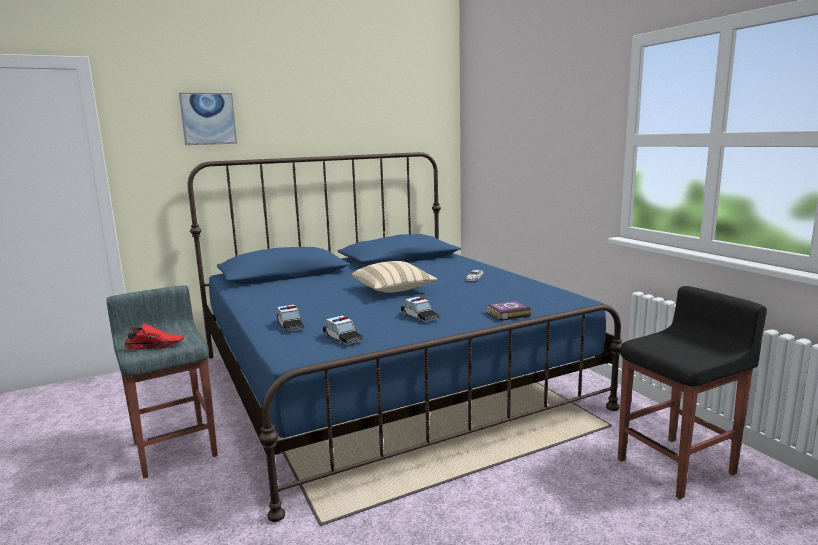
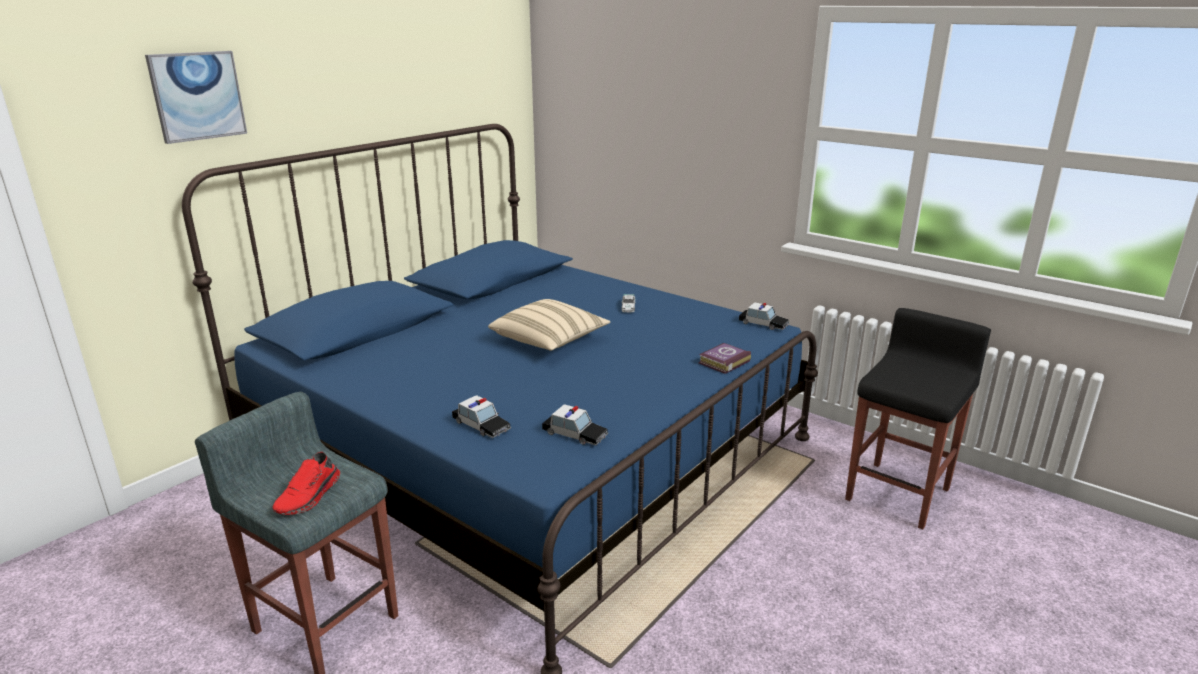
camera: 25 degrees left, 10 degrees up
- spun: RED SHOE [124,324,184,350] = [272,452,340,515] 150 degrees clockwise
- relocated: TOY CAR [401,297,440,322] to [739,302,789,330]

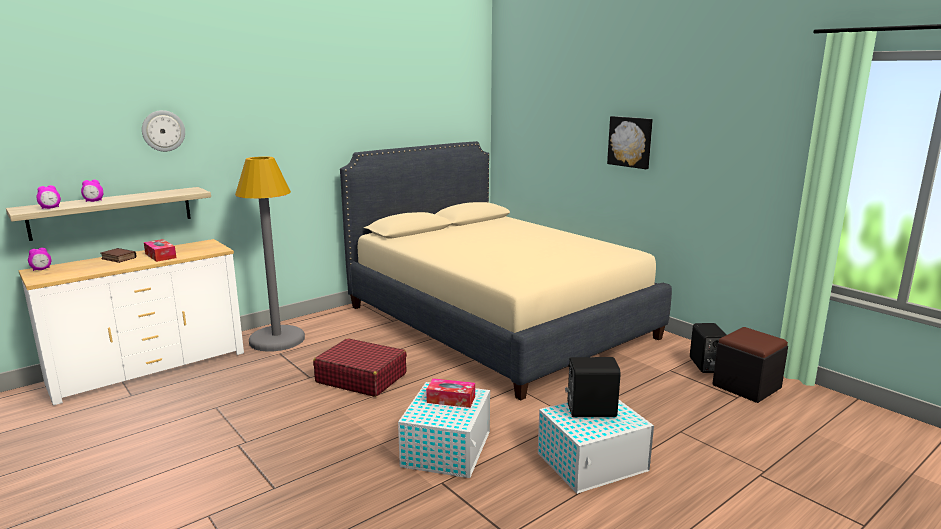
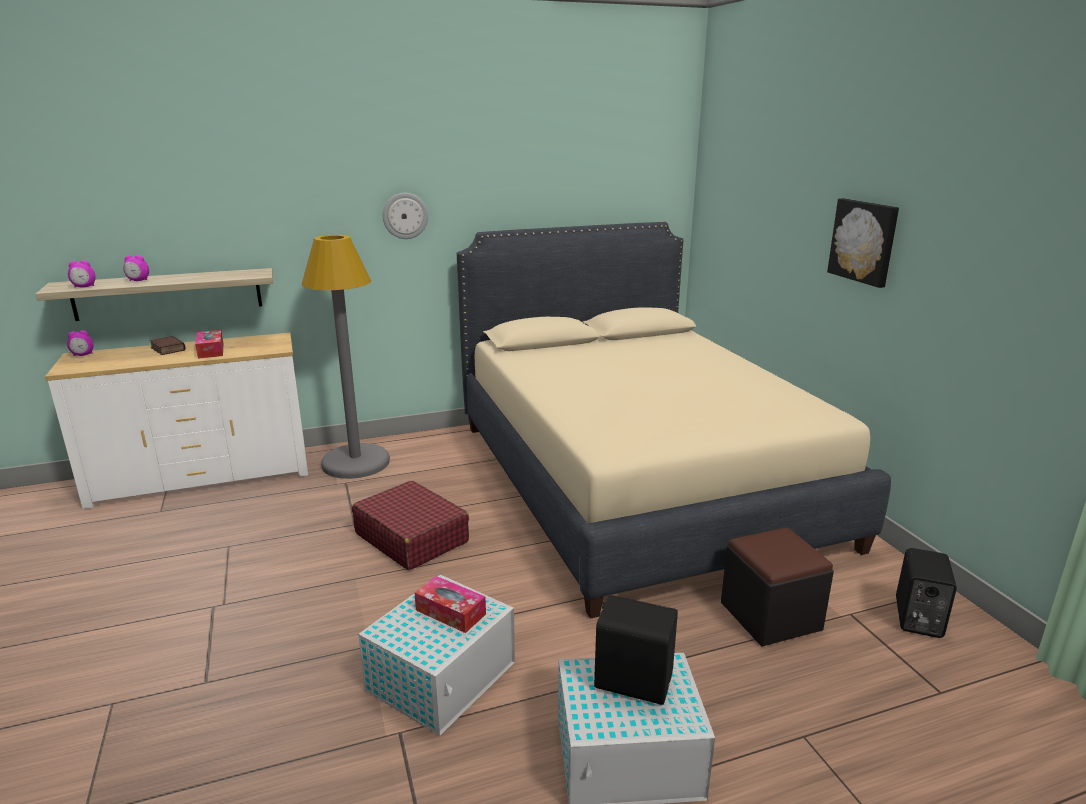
camera: 20 degrees right, 5 degrees up
- relocated: HANGING CLOCK [142,110,185,152] to [383,193,428,239]
- relocated: BLACK OTTOMAN [712,327,788,403] to [721,527,834,647]

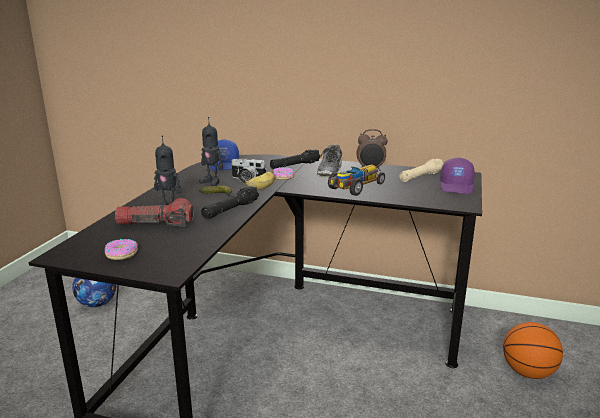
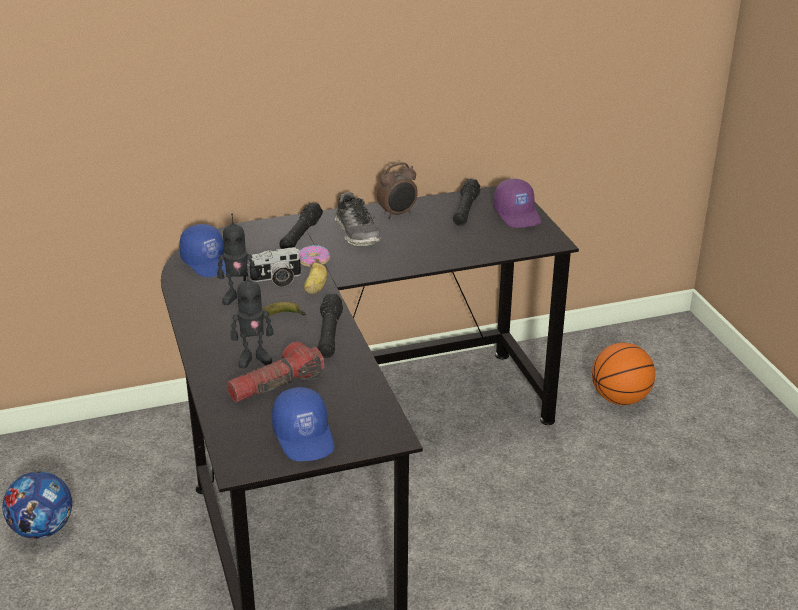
camera: 35 degrees left, 10 degrees up
- exchanged: DOUGHNUT [105,239,138,260] to BLUE-COLOURED PEAKED CAP [272,387,334,461]
- colour: BEIGE HAND TORCH [400,159,443,182] to BLACK HAND TORCH [453,179,480,226]
- missing: TOY CAR [328,165,385,196]

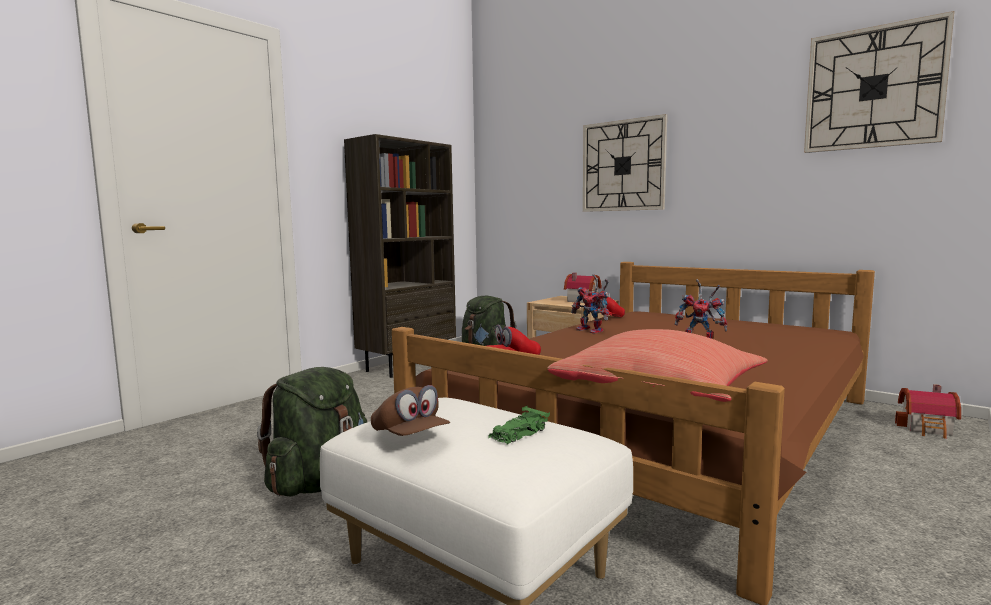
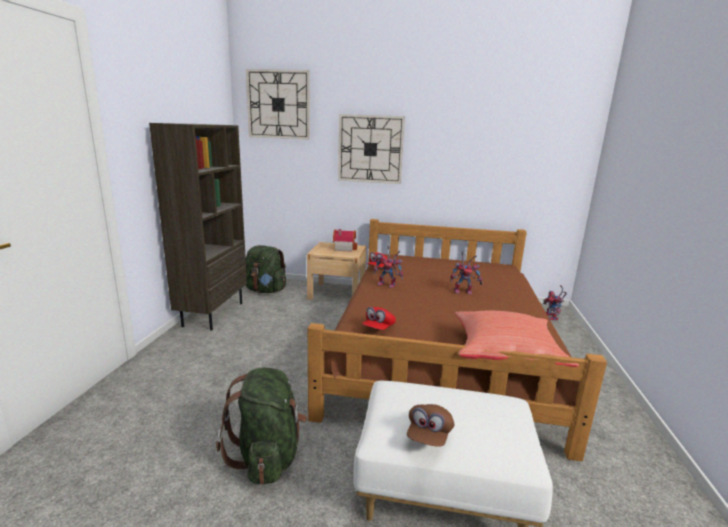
camera: 30 degrees left, 10 degrees up
- relocated: HANGING CLOCK [804,11,954,153] to [246,69,310,140]
- spun: BROWN PEAKED CAP [371,385,450,436] = [407,404,454,447] 90 degrees clockwise
- exchanged: TOY HOUSE [895,384,961,439] to TOY ROBOT [543,285,567,320]
- missing: GREEN-COLOURED TOY CAR [488,406,550,444]

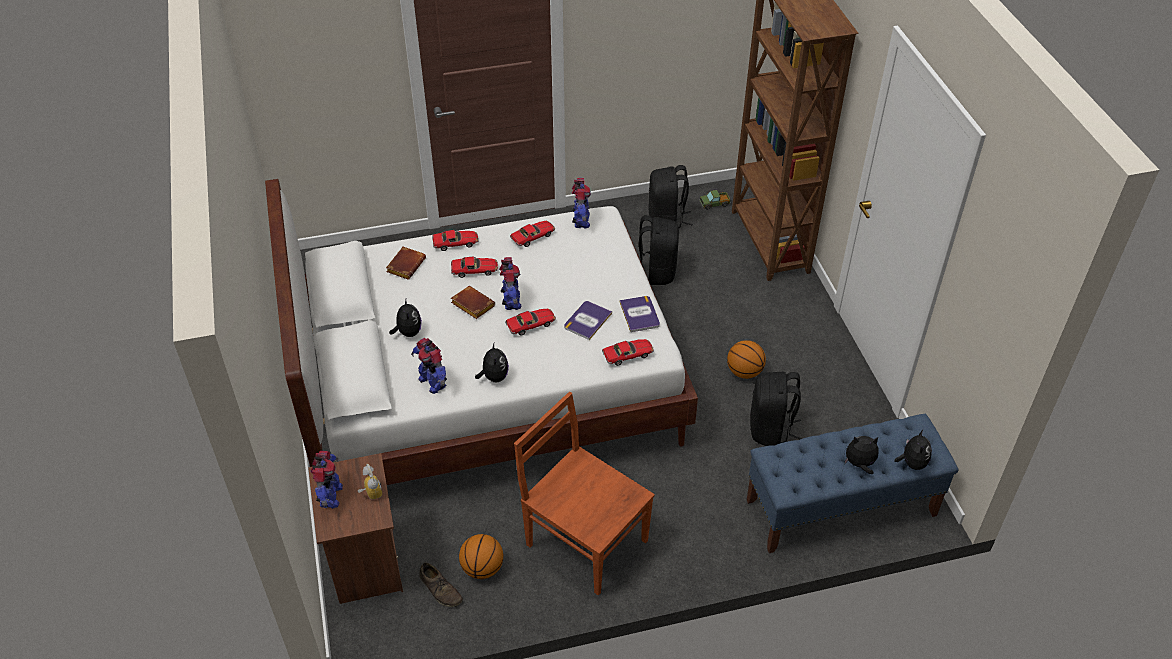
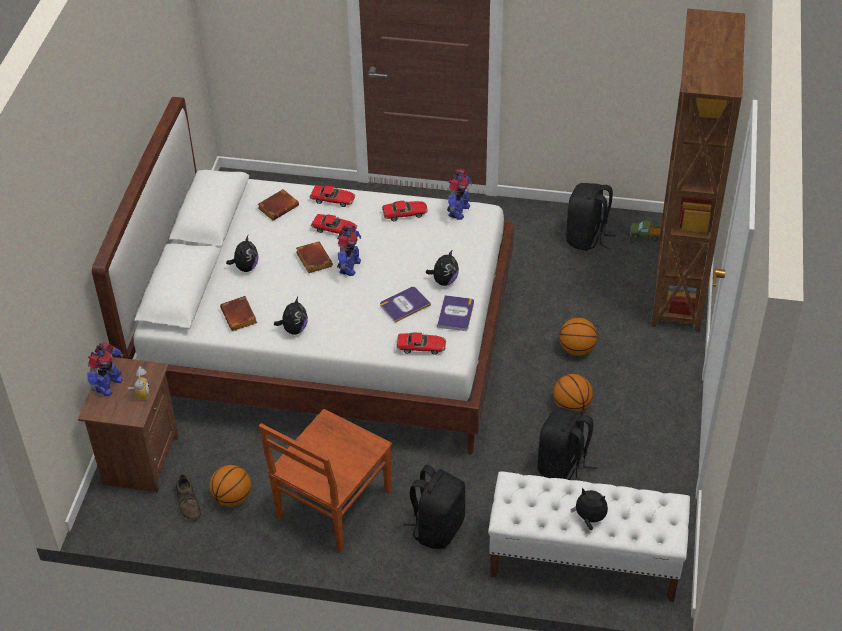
camera: 25 degrees right, 0 degrees up
- exchanged: TOY ROBOT [411,338,447,394] to BROWN BOUND BOOK [220,296,257,331]
- spun: BROWN PLAIN CHAIR [514,392,655,595] = [259,409,392,552] 120 degrees counterclockwise
- relocated: BLACK BACKPACK [639,215,679,285] to [403,465,465,549]
- relocated: CUDDLY TOY [894,430,932,470] to [426,249,459,286]
- colour: BLUE-COLOURED BENCH [746,414,959,553] to WHITE-COLOURED BENCH [488,471,690,602]
- appeared: BASKETBALL [559,318,598,356]
- missing: TOY CAR [505,309,556,335]

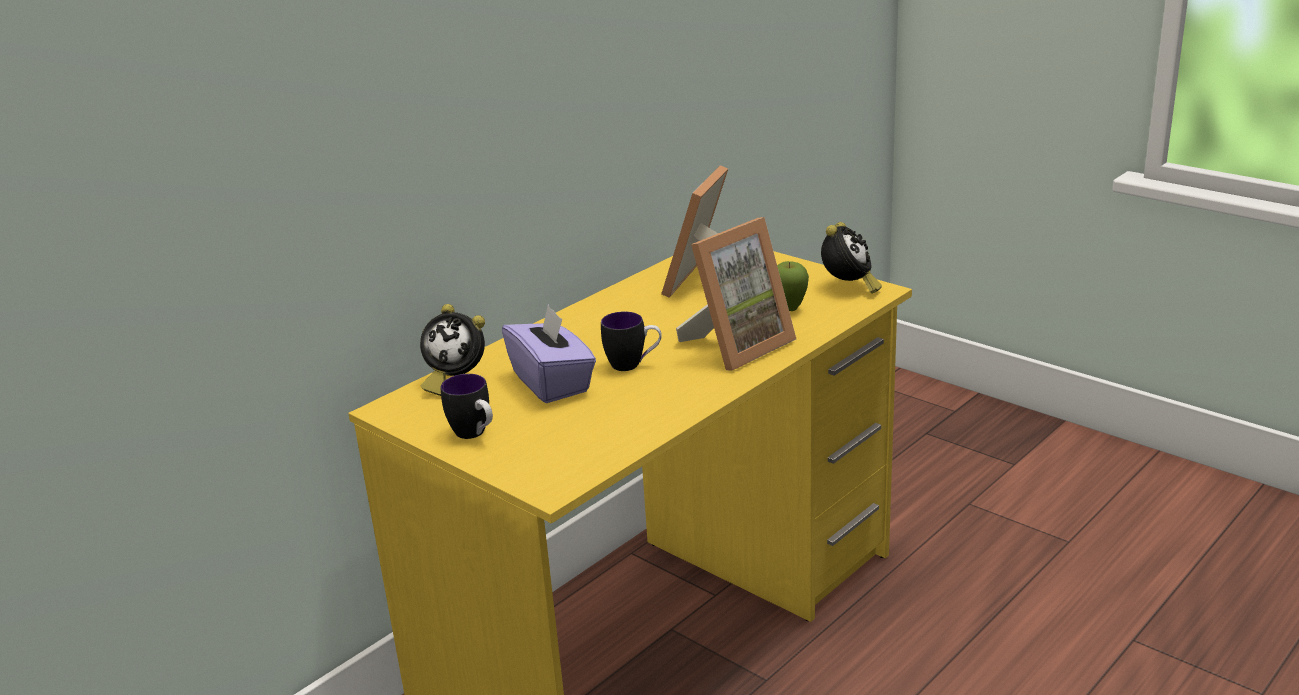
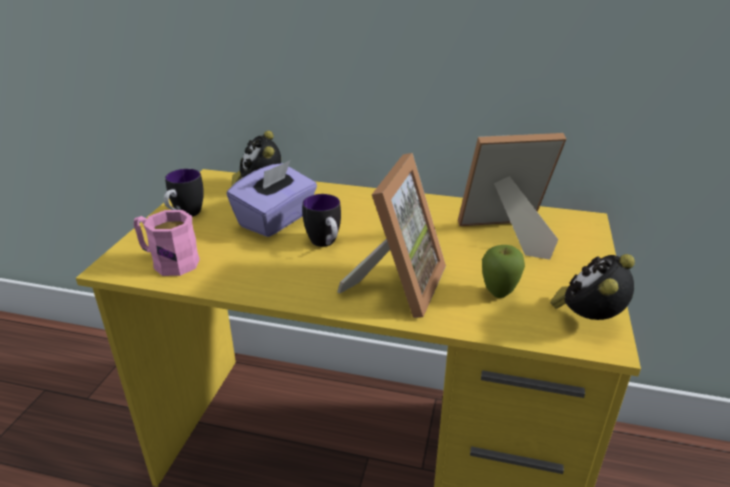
camera: 60 degrees right, 5 degrees up
- appeared: PINK MUG [134,210,200,276]
- spun: PHOTO FRAME [676,217,796,370] = [337,153,446,318] 90 degrees counterclockwise
- spun: TABLE CLOCK [821,222,882,294] = [550,254,635,320] 135 degrees clockwise

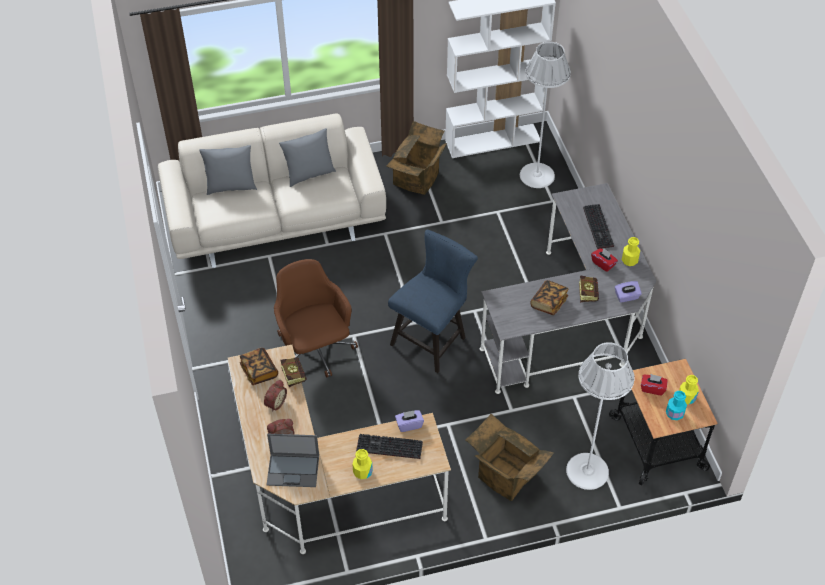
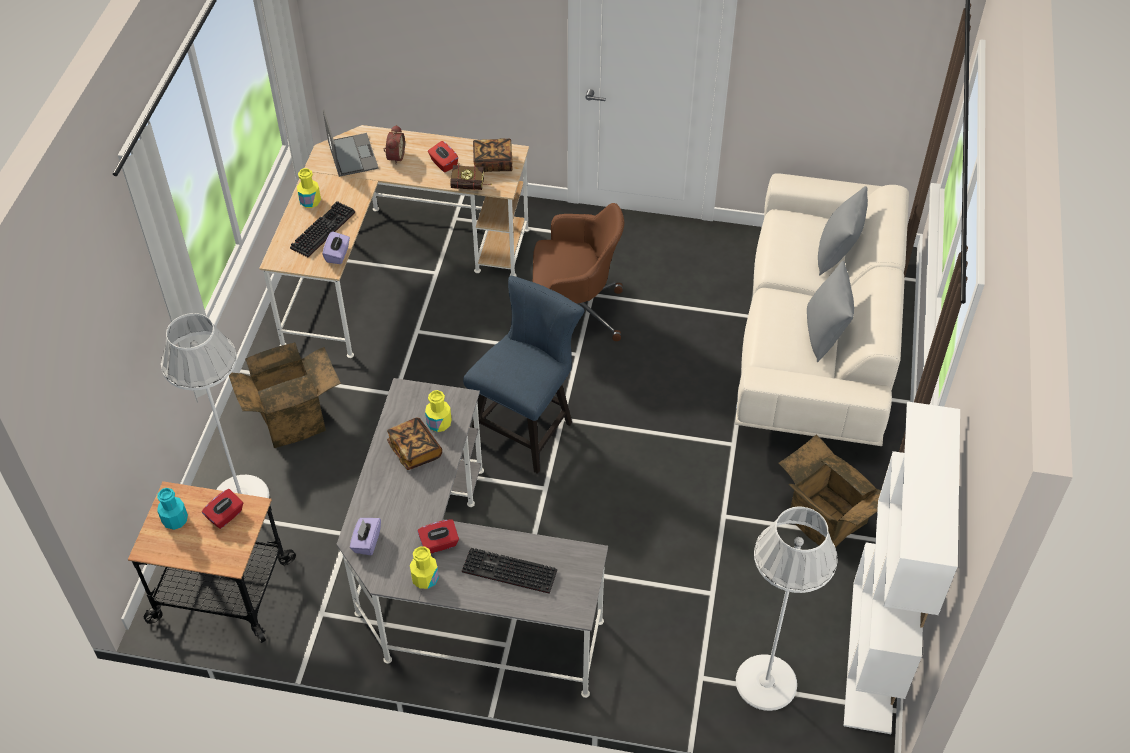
camera: 115 degrees right, 0 degrees up
- spun: NOTEBOOK COMPUTER [266,434,319,487] = [323,110,379,177] 135 degrees clockwise
- relocated: YELLOW BOTTLE [679,375,699,404] to [425,390,452,432]
- exchanged: TABLE CLOCK [264,380,287,412] to RED TISSUE BOX [428,141,458,172]
- spun: BLUE-COLOURED PLAIN CHAIR [388,229,478,373] = [463,276,584,474] 120 degrees counterclockwise
- missing: BOUND BOOK [579,275,599,303]

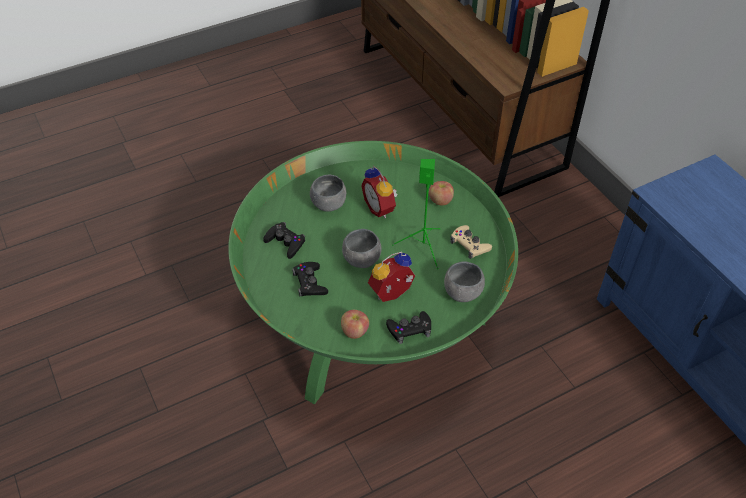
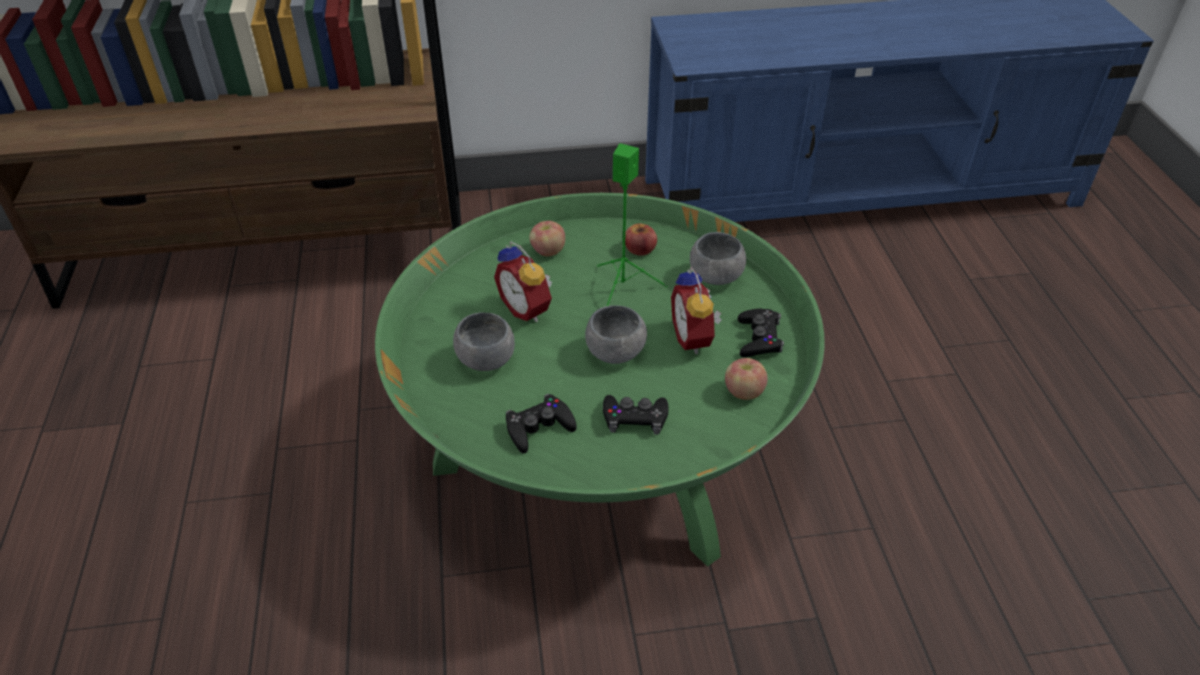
camera: 70 degrees left, 5 degrees down
- spun: TABLE CLOCK [361,166,398,218] = [494,241,552,322] 60 degrees clockwise
- exchanged: BEIGE JOYPAD [450,225,492,259] to APPLE FRUIT [625,224,657,256]

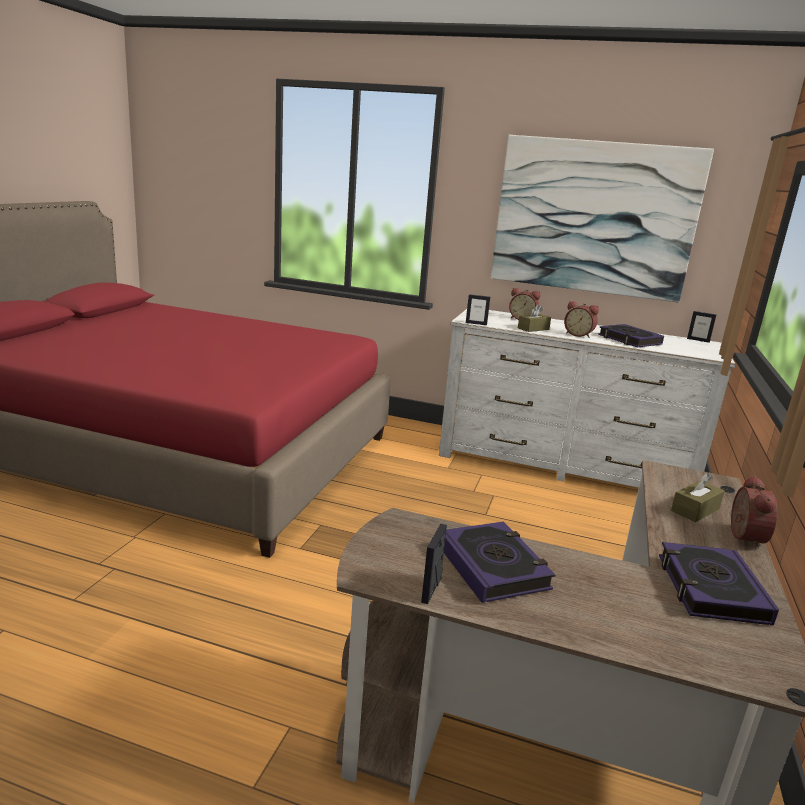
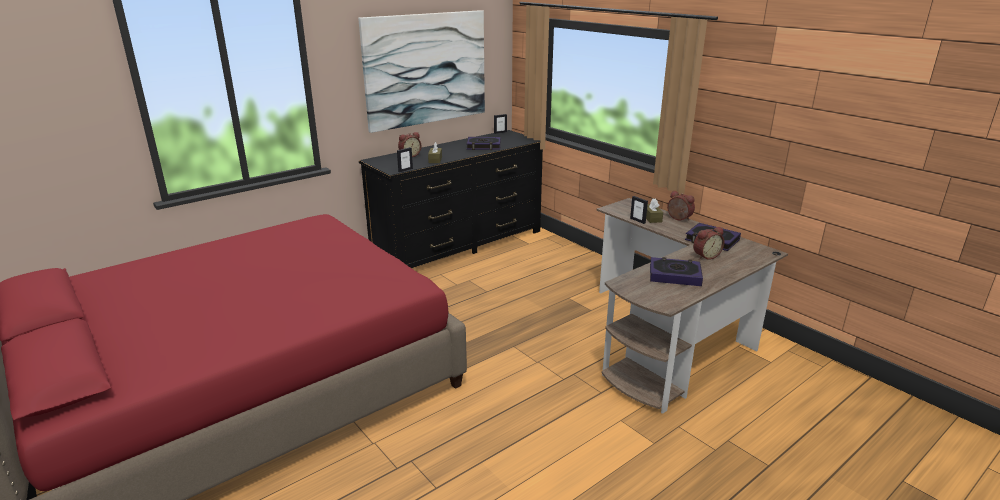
camera: 55 degrees left, 5 degrees up
- colour: WHITE-COLOURED DRAWER CHEST [439,309,736,488] to BLACK DRAWER CHEST [359,130,543,268]
- relocated: PHOTO FRAME [421,524,447,604] to [630,196,648,224]
- relocated: TABLE CLOCK [564,301,599,338] to [693,227,724,260]

